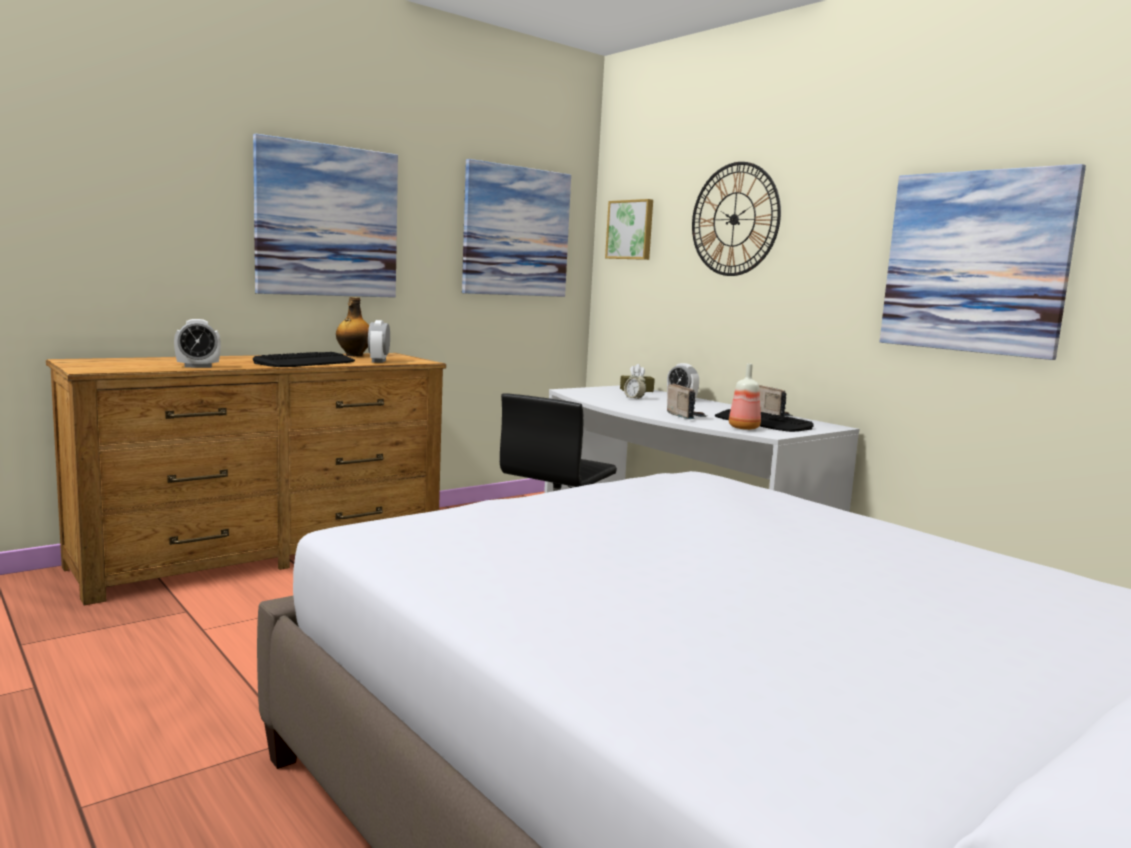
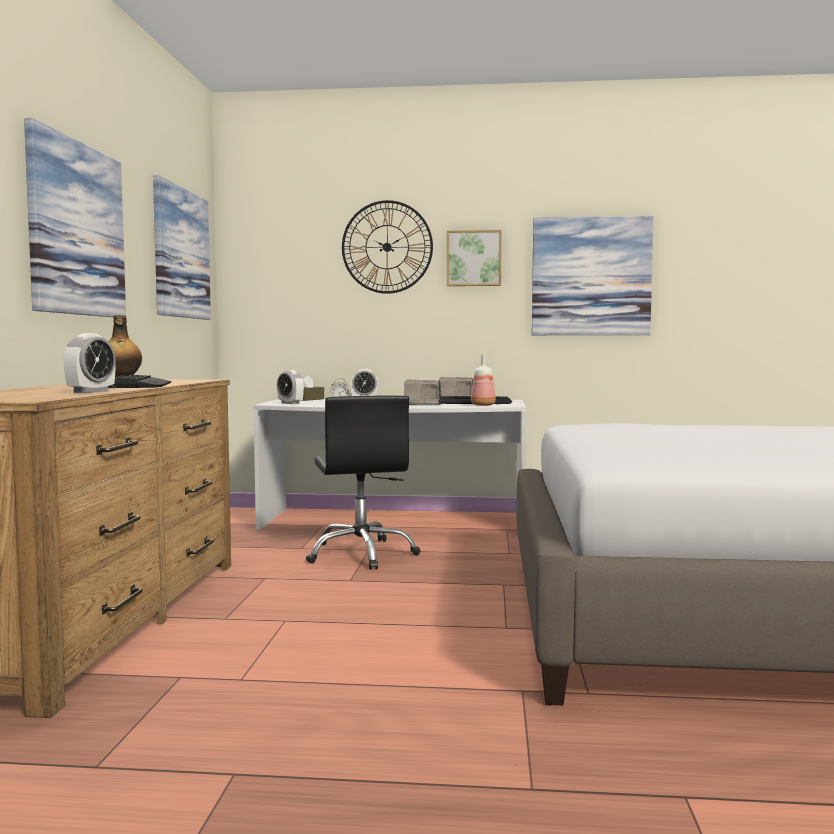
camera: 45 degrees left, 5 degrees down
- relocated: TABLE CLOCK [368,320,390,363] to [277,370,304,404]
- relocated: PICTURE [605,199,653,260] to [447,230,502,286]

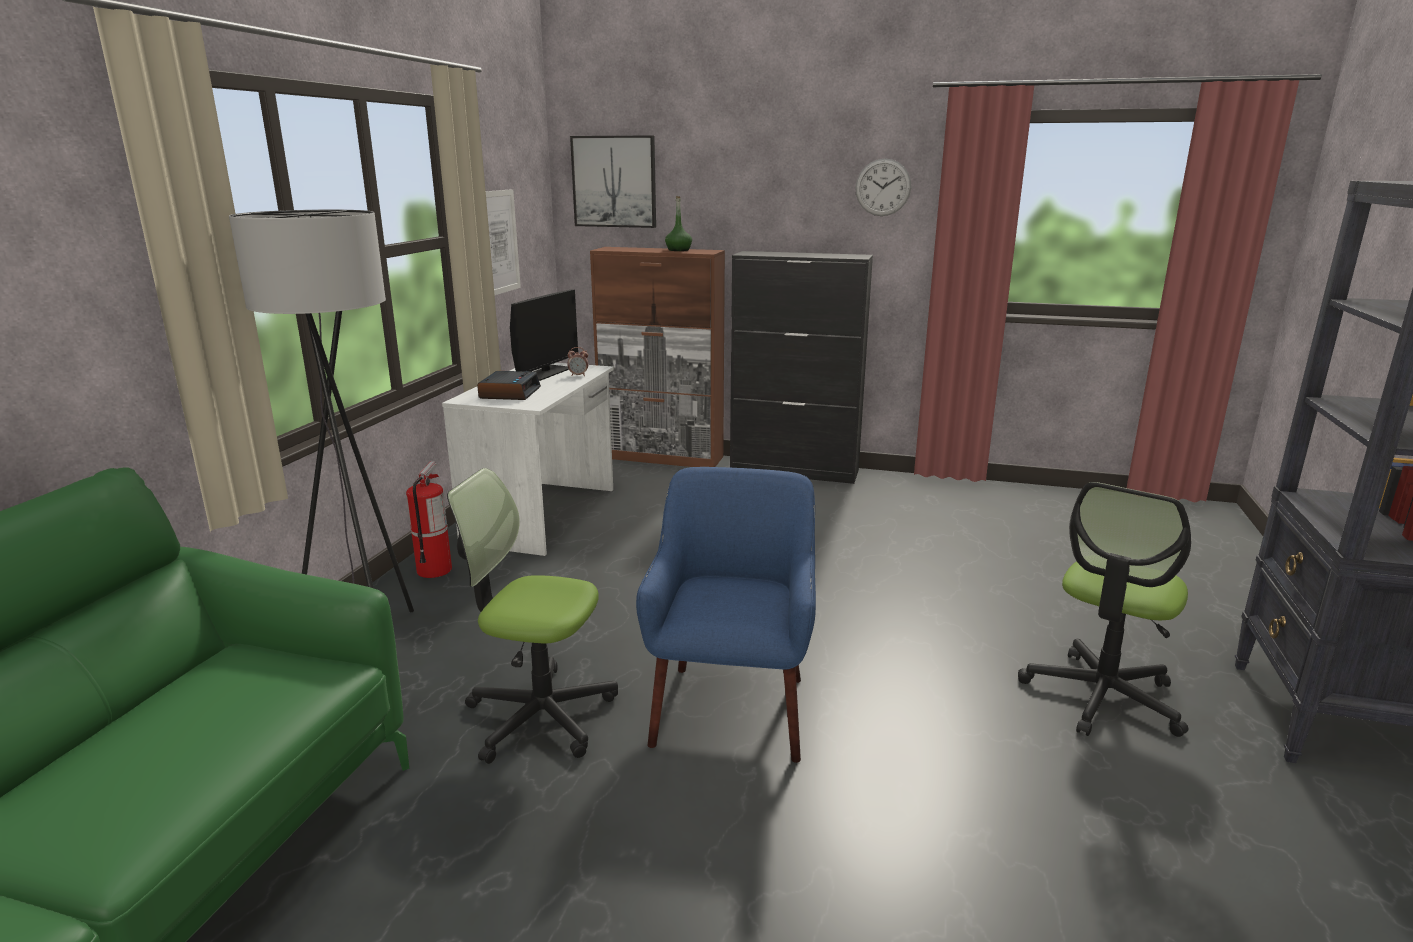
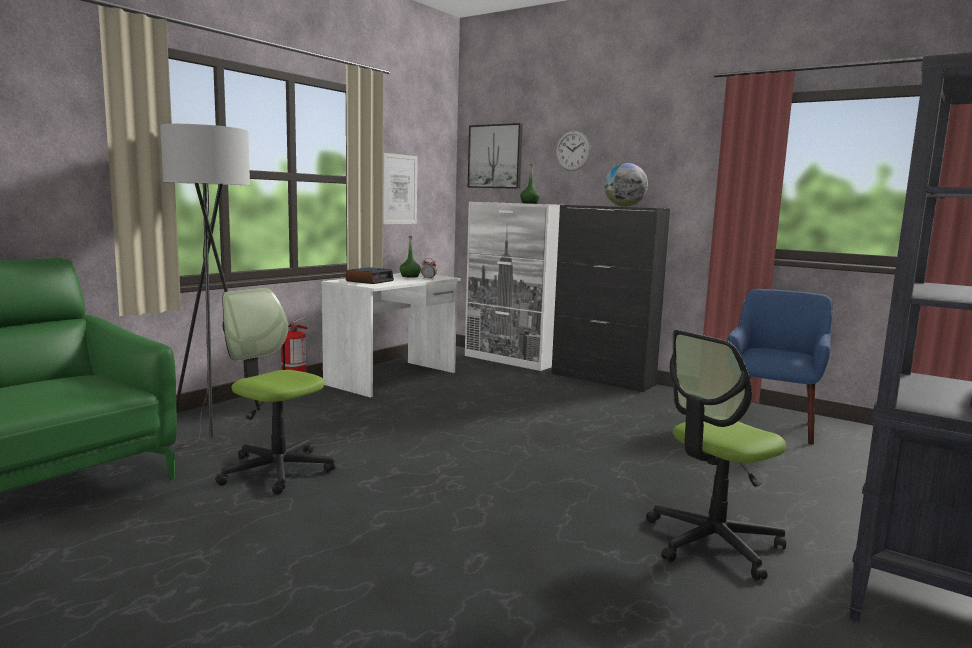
camera: 20 degrees right, 10 degrees down
- exchanged: MONITOR [510,289,578,381] to GREEN-COLOURED BOTTLE [400,236,421,278]
- colour: BROWN STORAGE CABINET [590,247,725,467] to WHITE-COLOURED STORAGE CABINET [465,202,560,371]
- relocated: HANGING CLOCK [855,158,911,216] to [556,131,591,171]
- appeared: GLOBE [604,163,648,207]
- relocated: BLUE-COLOURED ARMCHAIR [636,467,816,763] to [727,289,833,444]

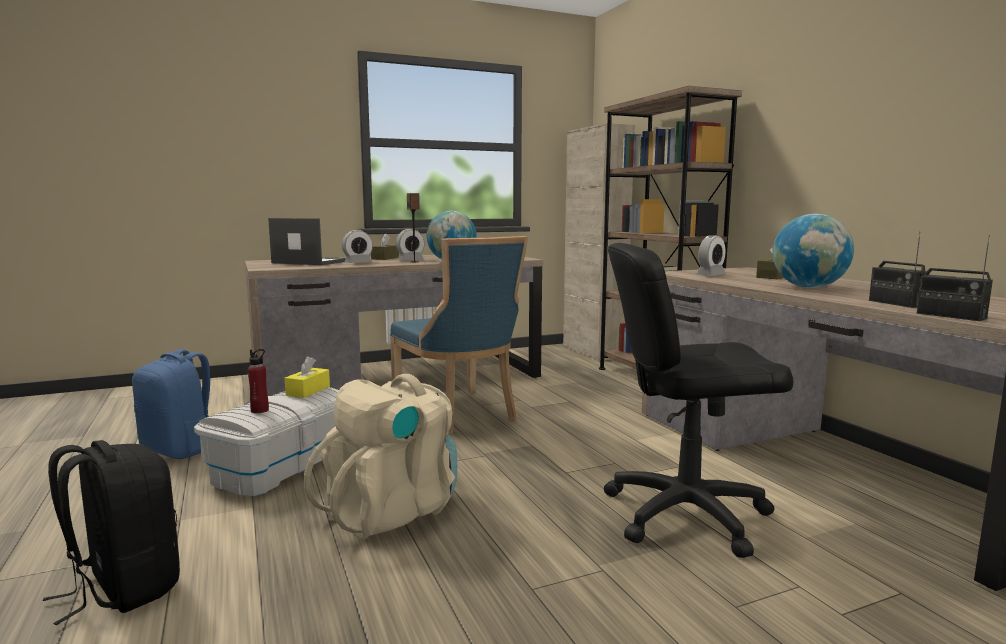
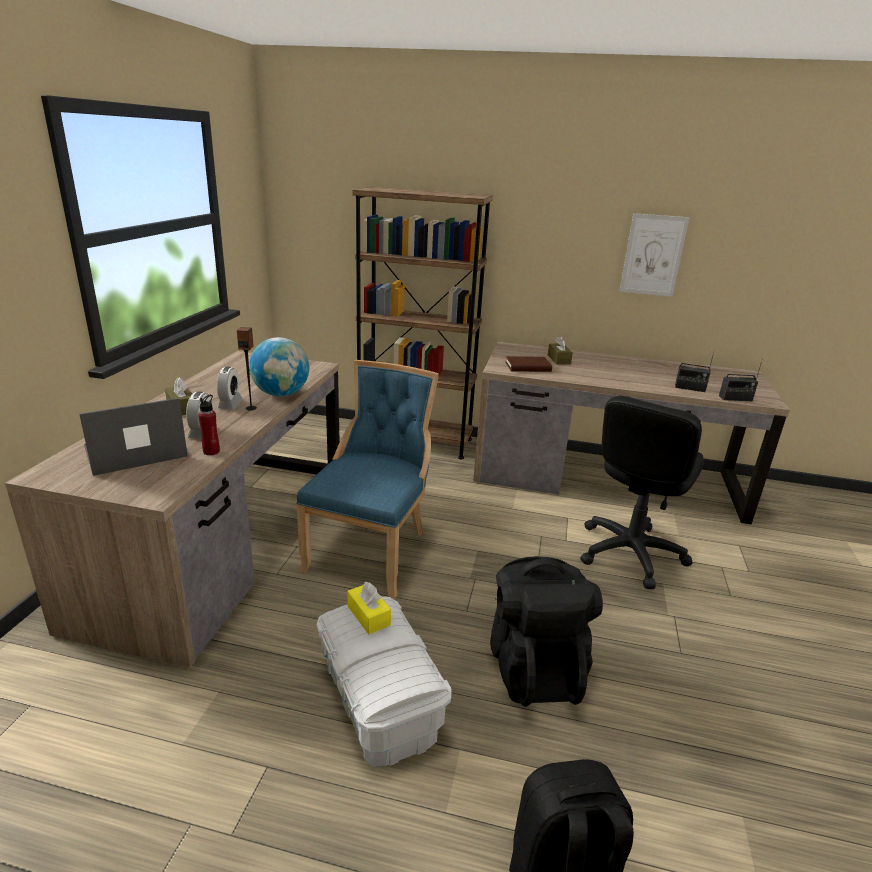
camera: 55 degrees left, 15 degrees up
- relocated: RED BOTTLE [248,349,269,413] to [198,395,220,455]
- spun: BLUE-COLOURED PLAIN CHAIR [390,236,528,435] = [296,360,439,598] 75 degrees counterclockwise
- colour: BEIGE BACKPACK [304,374,457,539] to BLACK BACKPACK [490,556,603,707]
- exchanged: TABLE CLOCK [696,235,726,276] to BROWN BOUND BOOK [505,356,552,372]
- appeared: PICTURE [619,213,689,297]
- missing: BLUE-COLOURED BACKPACK [132,349,210,459]
- missing: BEIGE STORAGE CABINET [563,123,635,361]
- missing: GLOBE [772,214,854,288]

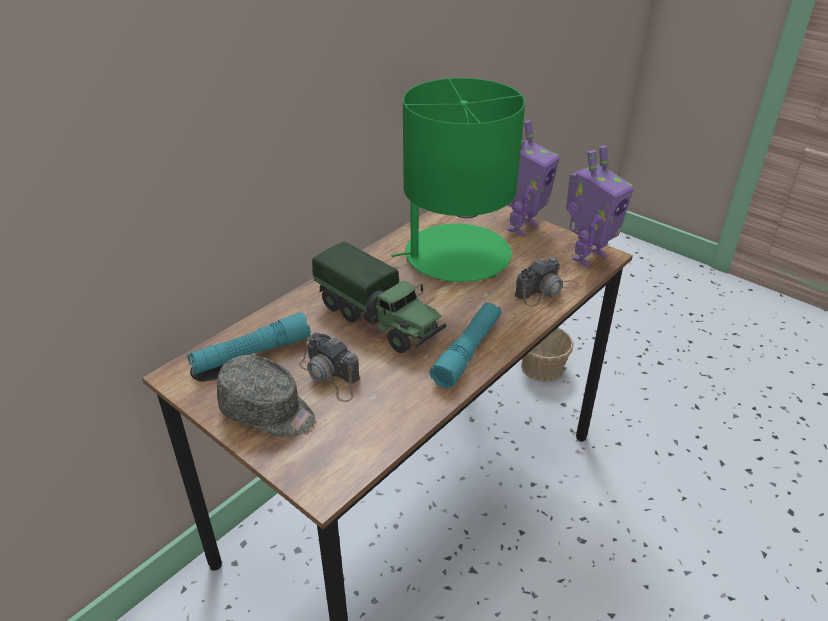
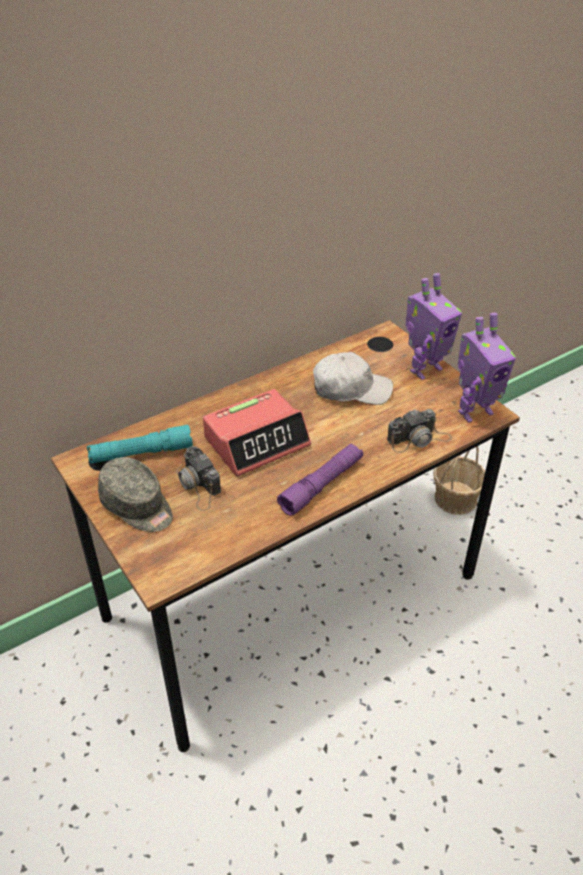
camera: 15 degrees right, 5 degrees up
- exchanged: TOY TRUCK [312,241,446,353] to TABLE CLOCK [203,389,311,477]
- colour: BLUE-GREEN HAND TORCH [430,303,501,388] to PURPLE HAND TORCH [277,443,363,516]
- exchanged: GREEN-COLOURED TABLE LAMP [391,78,525,282] to WHITE-COLOURED PEAKED CAP [313,352,393,405]

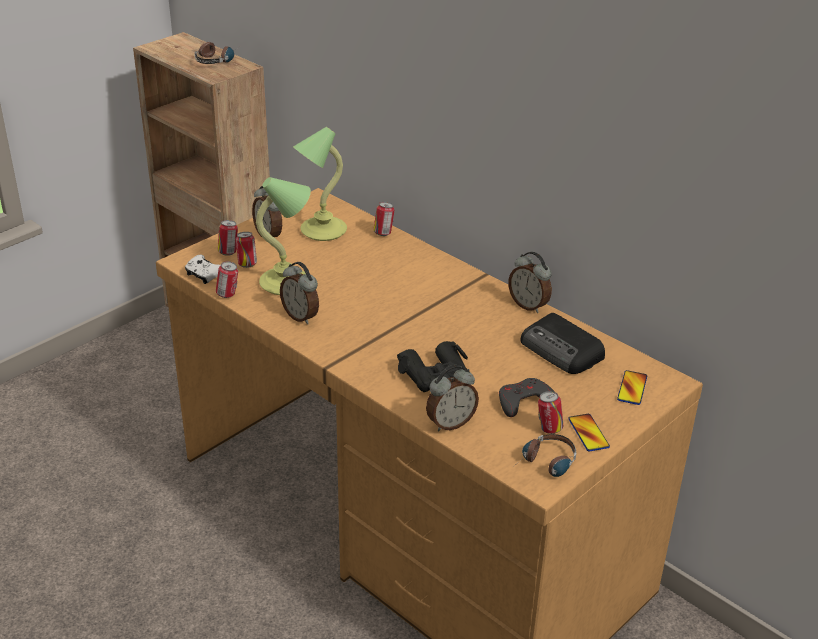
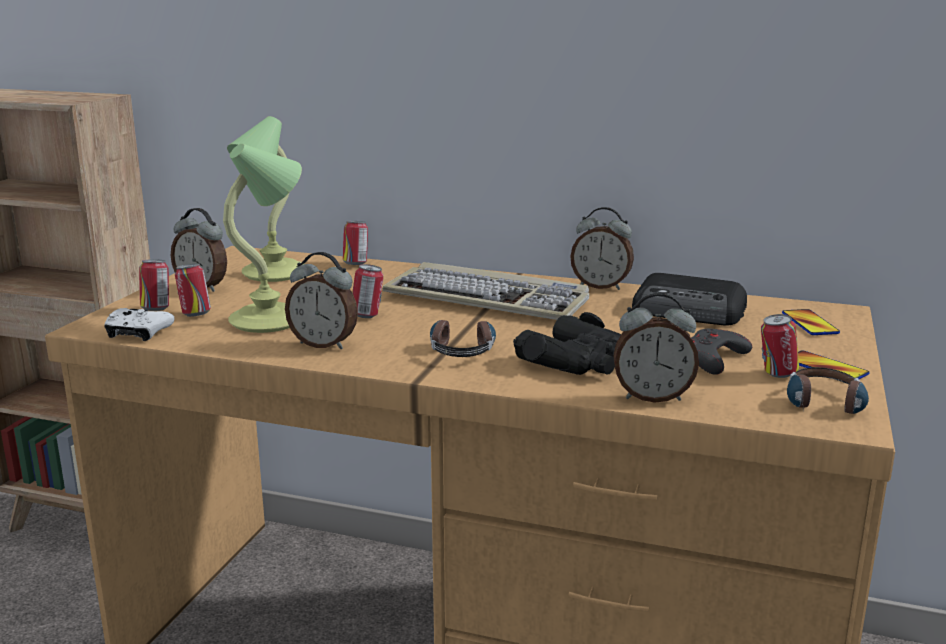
camera: 25 degrees left, 15 degrees down
- relocated: METAL CAN [216,261,238,298] to [352,264,384,318]
- appeared: COMPUTER KEYBOARD [383,262,589,320]
- relocated: HEADPHONES [195,42,239,64] to [430,320,496,357]
- spun: TABLE CLOCK [426,365,479,431] = [613,293,699,403] 60 degrees clockwise

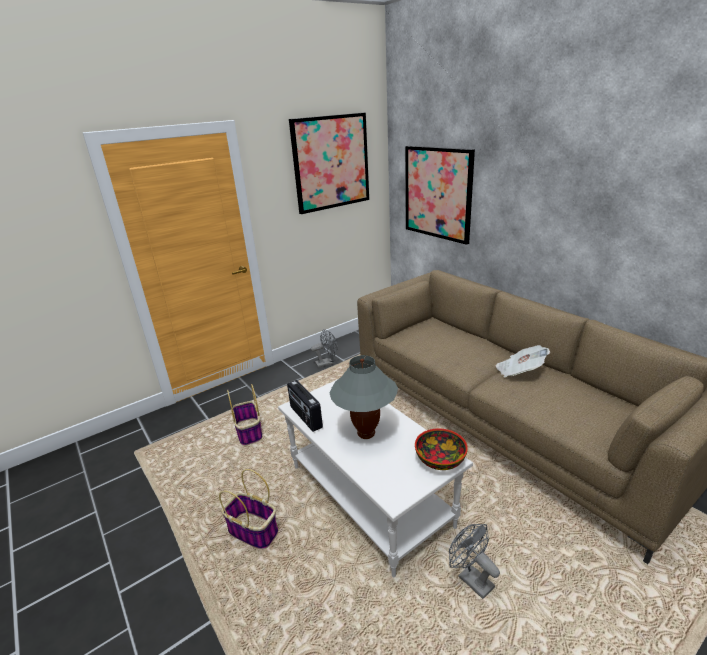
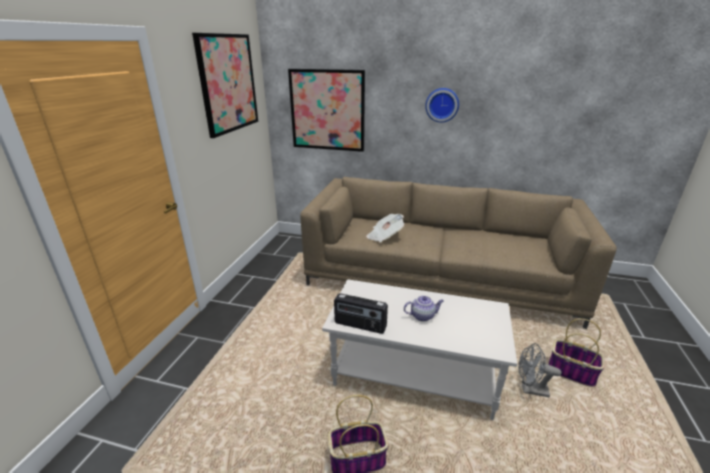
camera: 40 degrees left, 0 degrees up
- relocated: PRINTED PAPER [496,345,550,377] to [366,214,404,243]
- exchanged: GREYISH TABLE LAMP [330,355,398,439] to TEA POT [404,296,444,321]
- appeared: HANGING CLOCK [425,88,459,123]
- relocated: HOUSEHOLD BASKET [227,384,262,446] to [548,319,605,387]
- missing: GREYISH COOLING FAN [311,329,337,368]
- missing: DEEP DISH [415,428,468,470]

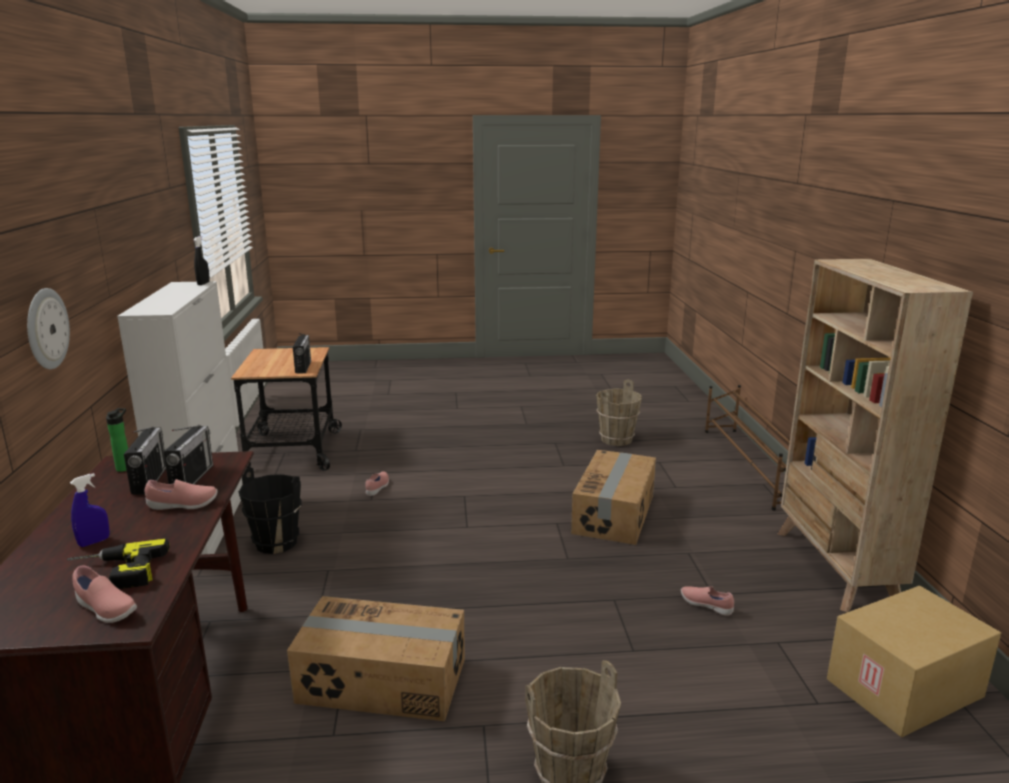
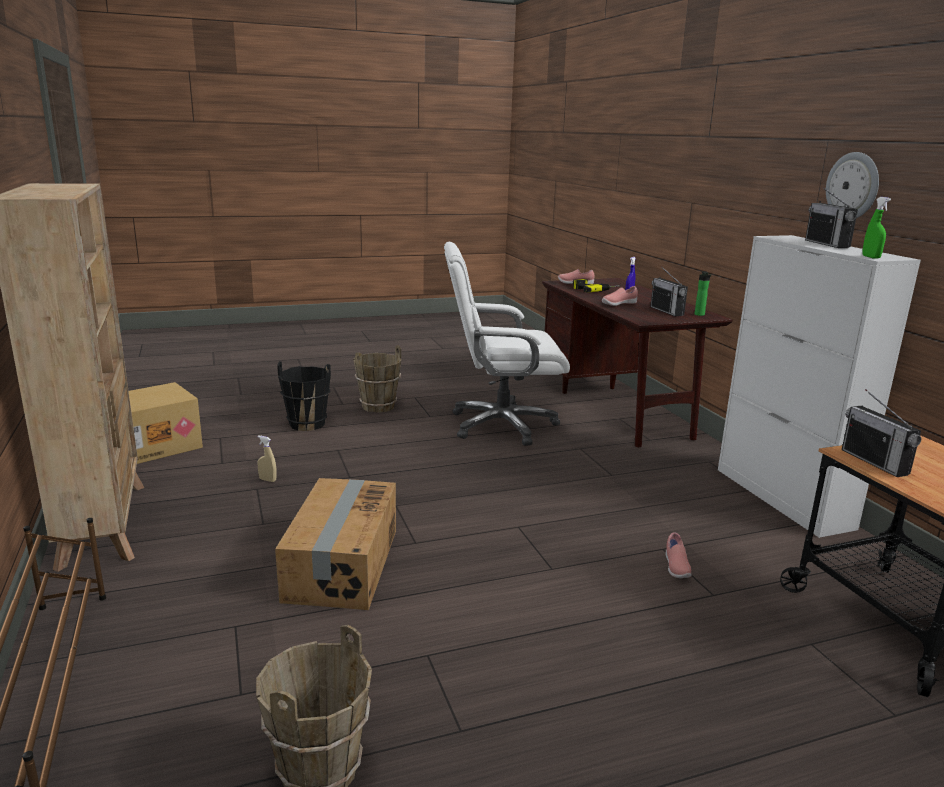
camera: 165 degrees right, 0 degrees up
- exchanged: PINK SHOE [681,586,734,616] to BEIGE HAND SPRAYER [258,435,277,482]
- relocated: BLACK PAIL [238,467,301,554] to [277,361,331,431]
- exchanged: CARDBOARD BOX [287,596,465,721] to WHITE-COLOURED DESK CHAIR [444,242,570,446]
- relocated: RADIO [163,425,213,484] to [805,187,858,248]
- relocated: HANGING CLOCK [27,288,70,369] to [826,152,879,218]
- colour: BLACK HAND SPRAYER [193,236,210,285] to GREEN-COLOURED HAND SPRAYER [862,197,891,259]

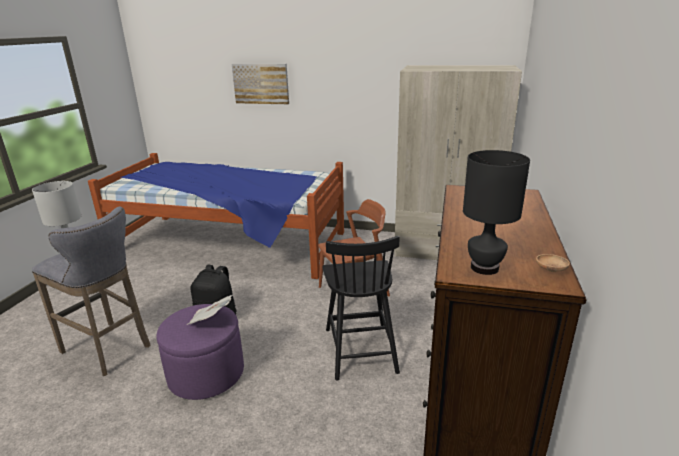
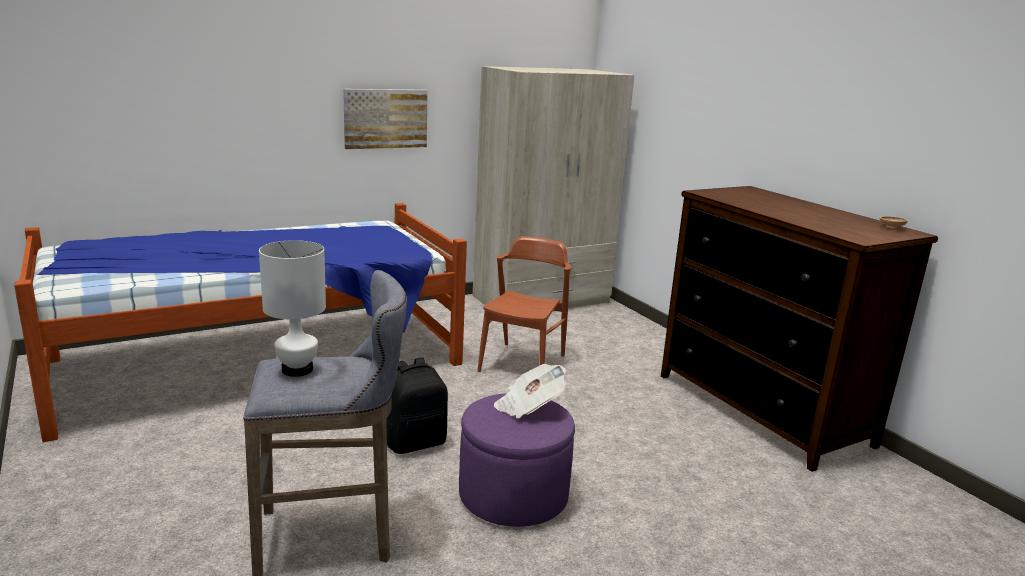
camera: 45 degrees left, 5 degrees down
- relocated: PICTURE [232,64,289,104] to [343,89,428,149]
- missing: BLACK PLAIN CHAIR [322,236,400,380]
- missing: BLACK TABLE LAMP [463,150,530,275]

